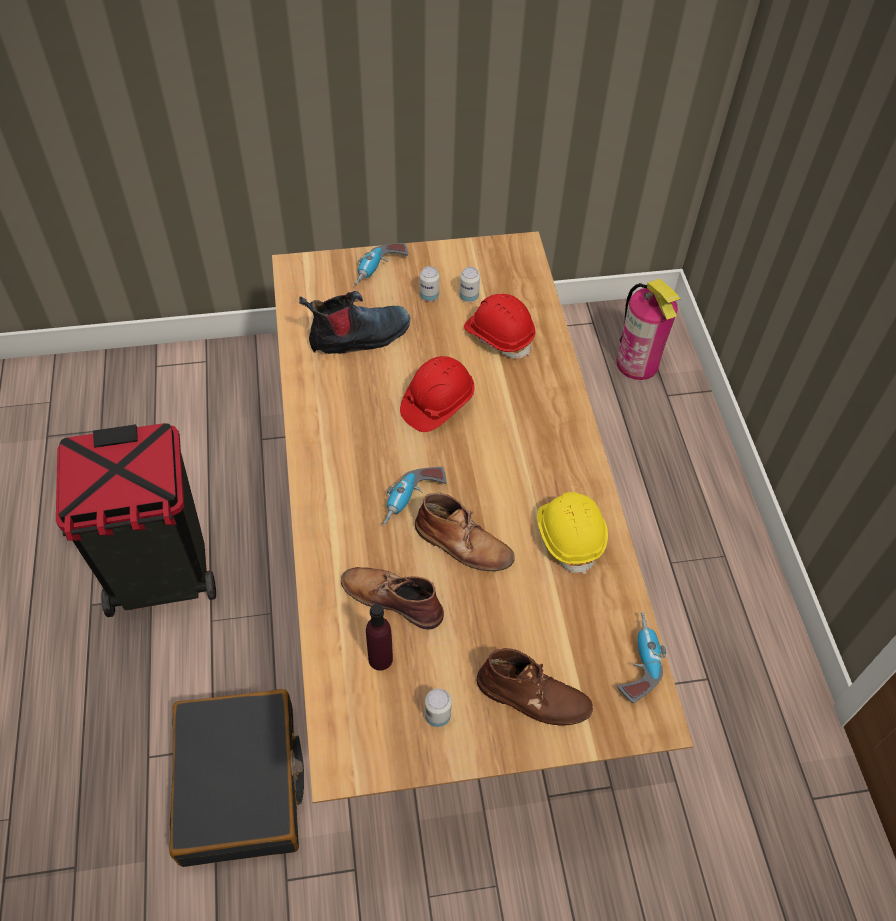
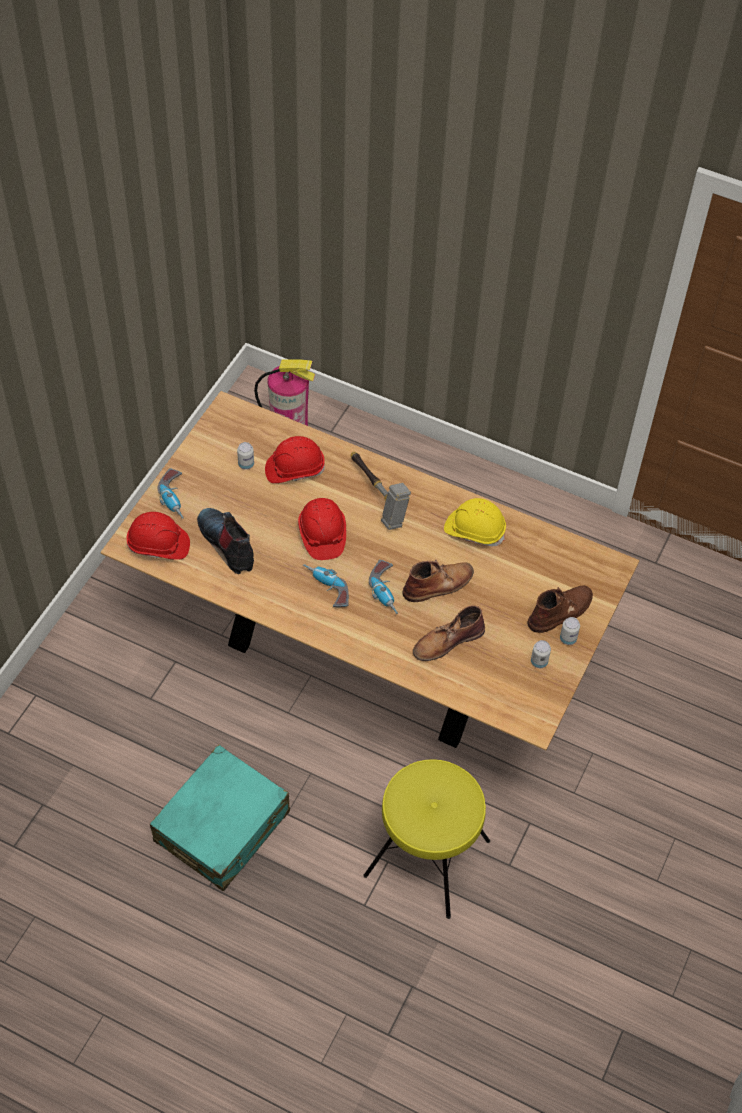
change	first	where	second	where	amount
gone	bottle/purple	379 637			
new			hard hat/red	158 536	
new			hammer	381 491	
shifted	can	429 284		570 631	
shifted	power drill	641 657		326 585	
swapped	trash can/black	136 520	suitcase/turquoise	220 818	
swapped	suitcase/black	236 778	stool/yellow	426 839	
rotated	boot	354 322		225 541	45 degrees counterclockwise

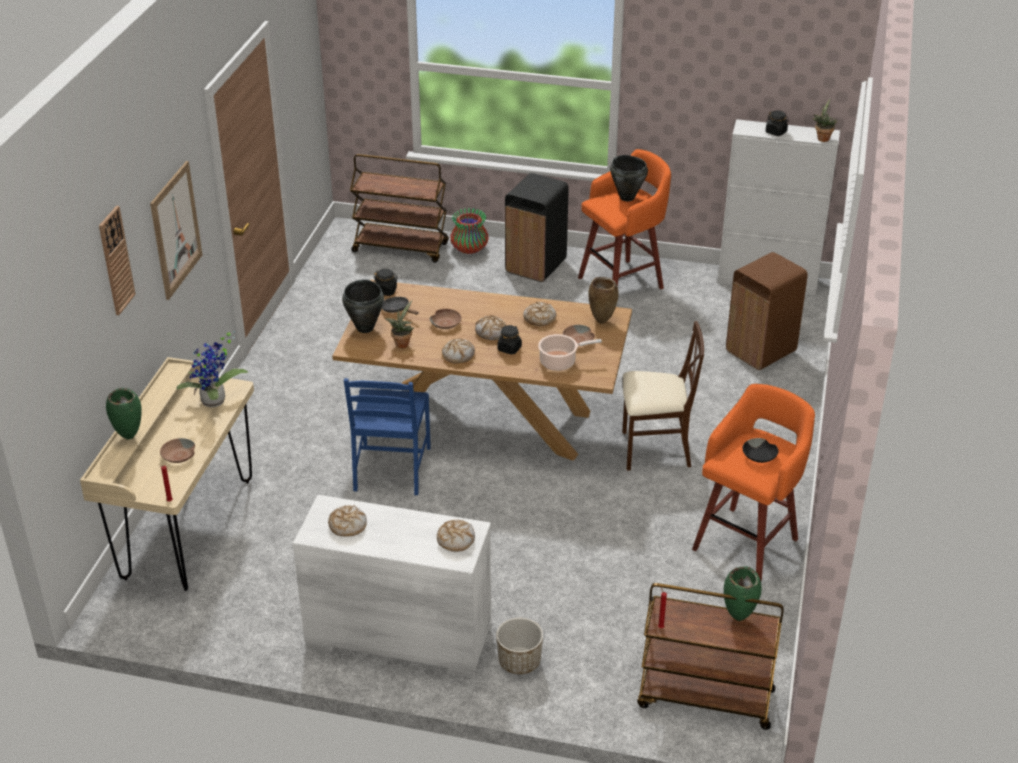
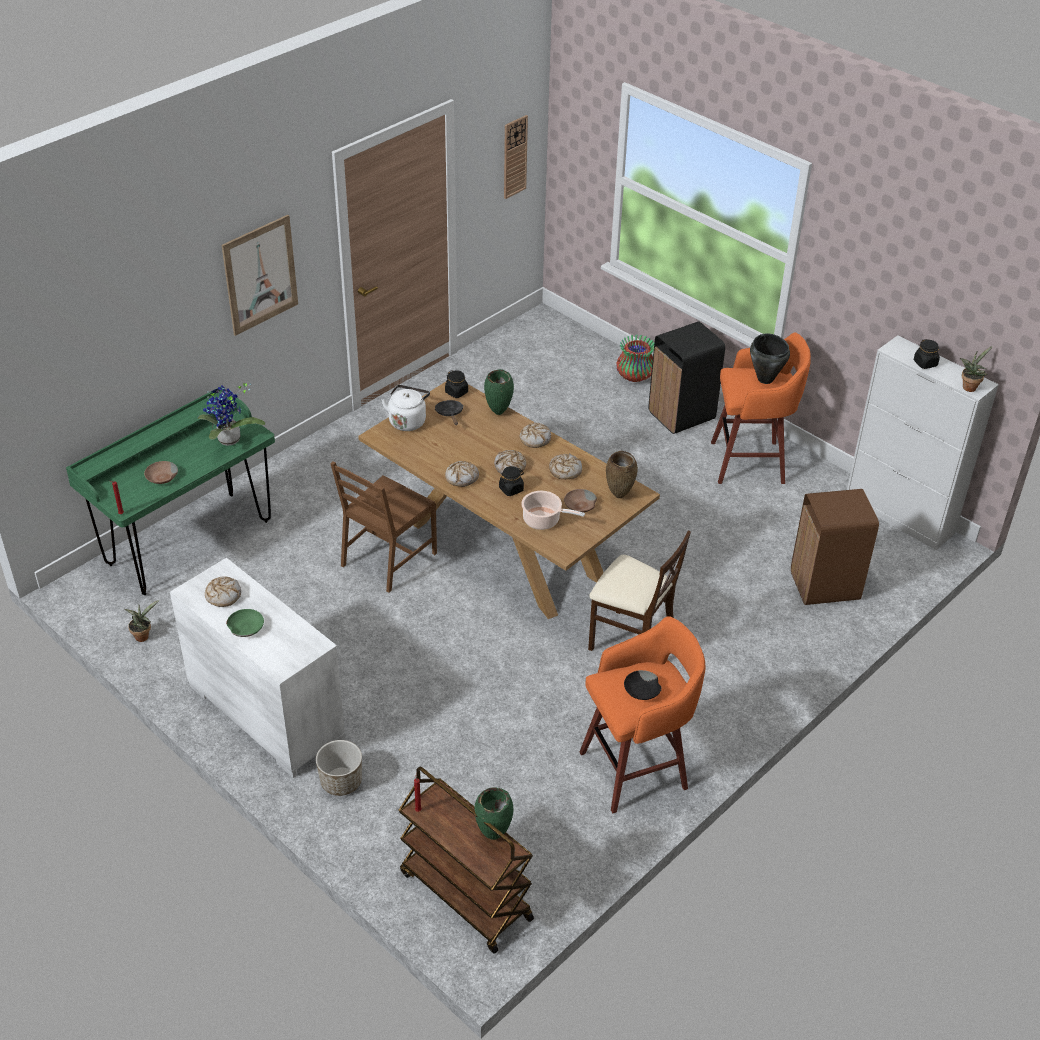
change	first	where	second	where	amount
gone	cart/brown	399 208			
gone	bowl/brown	446 319			
new			bowl/green	245 623	
shifted	wall clock	117 260		516 157	
shifted	vase/green	123 413		499 392	
shifted	potted plant	399 324		141 621	
shifted	bread	456 535		535 435	
swapped	cooking pot/black	363 306	kettle/white	405 408	
repainted	desk/beige	167 474	desk/green	170 490	
repainted	chair/blue	387 436	chair/brown	383 527	

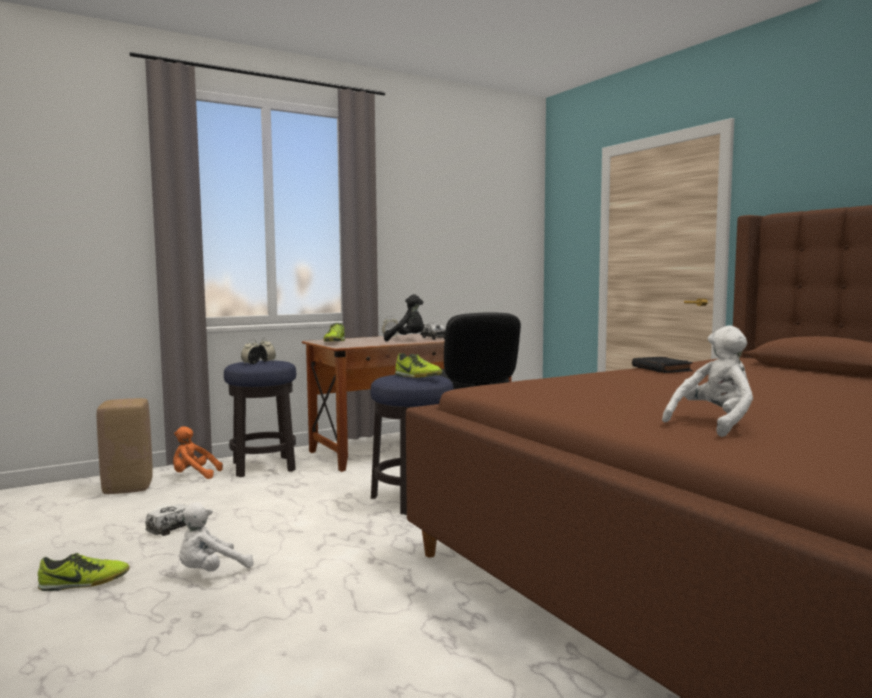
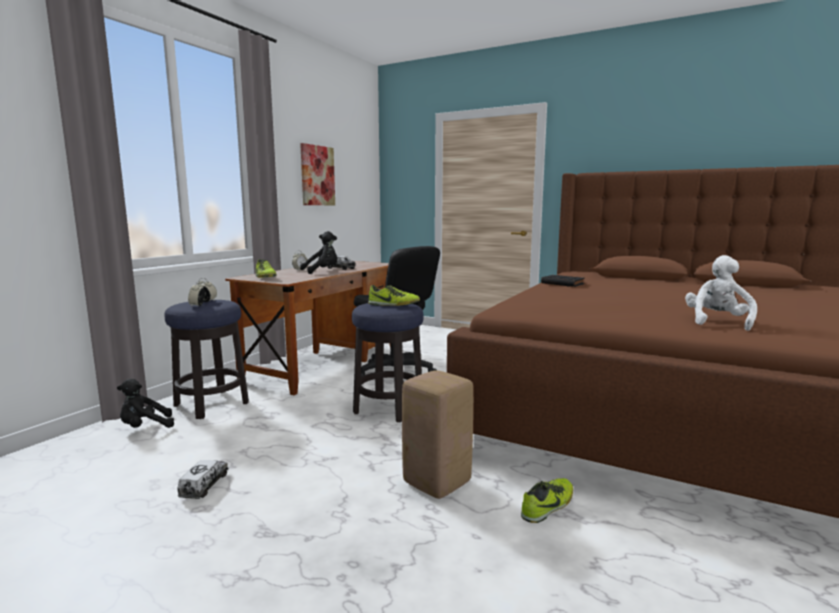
change	first	where	second	where	amount
gone	plush toy/white	215 537			
new			picture	317 174	
shifted	shoe	84 572		547 500	
shifted	stool/beige	125 446		437 434	
repainted	plush toy/orange	198 452	plush toy/black	145 403	

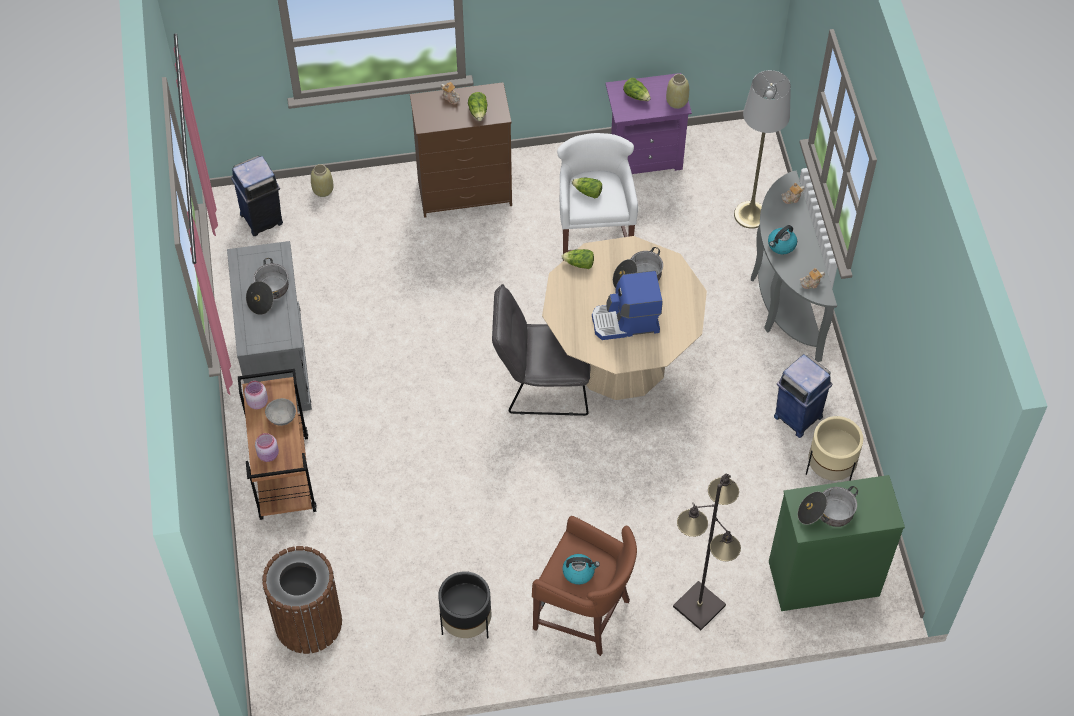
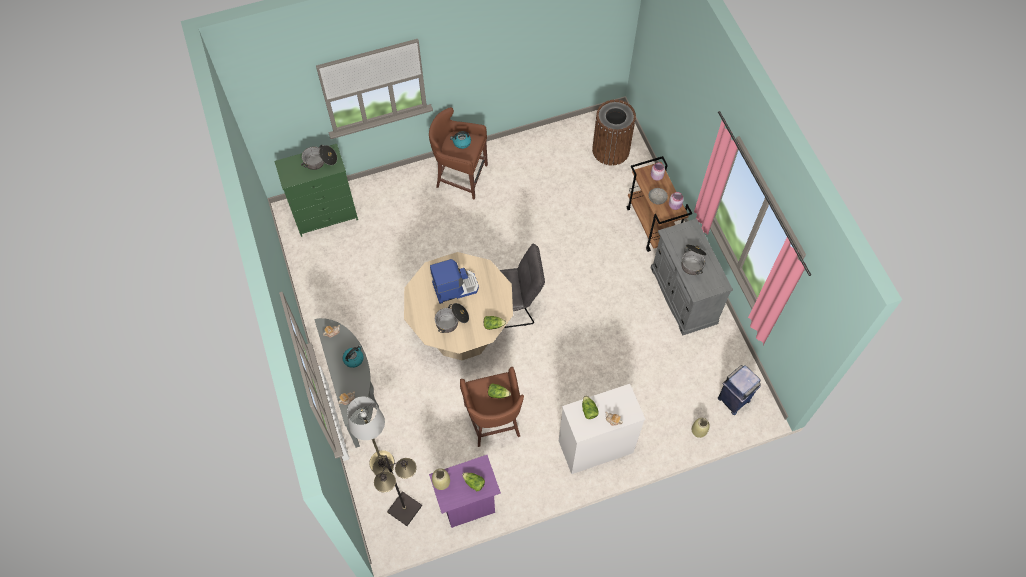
change	first	where	second	where	amount
gone	planter/black	464 604			
gone	trash can/blue	803 396			
gone	planter/beige	834 448			
shifted	floor lamp/black	707 551		397 490	
repainted	dresser/brown	461 150	dresser/white	602 429	
repainted	stool/white	597 197	stool/brown	492 407	

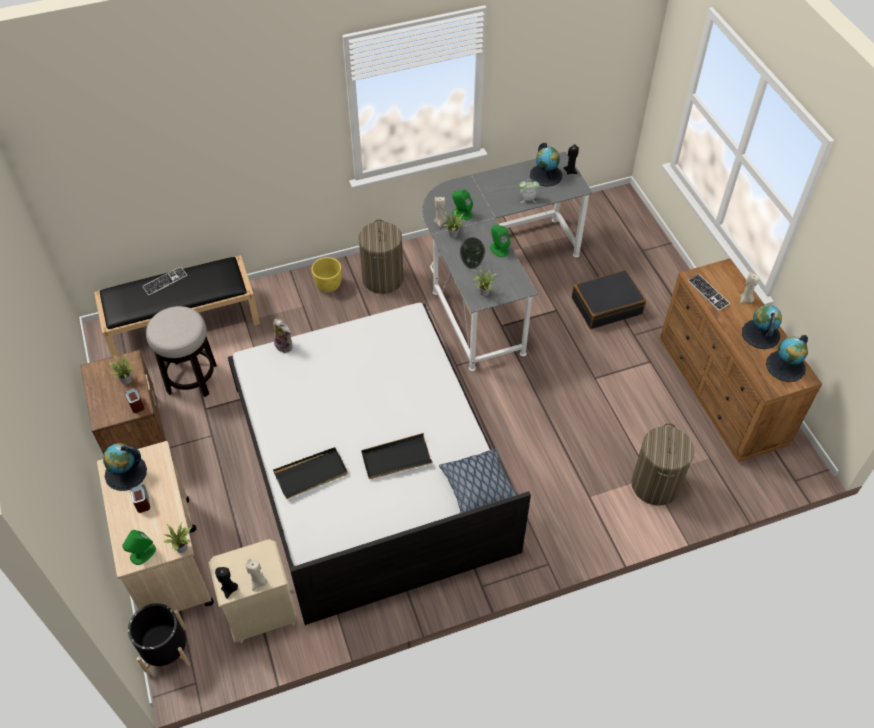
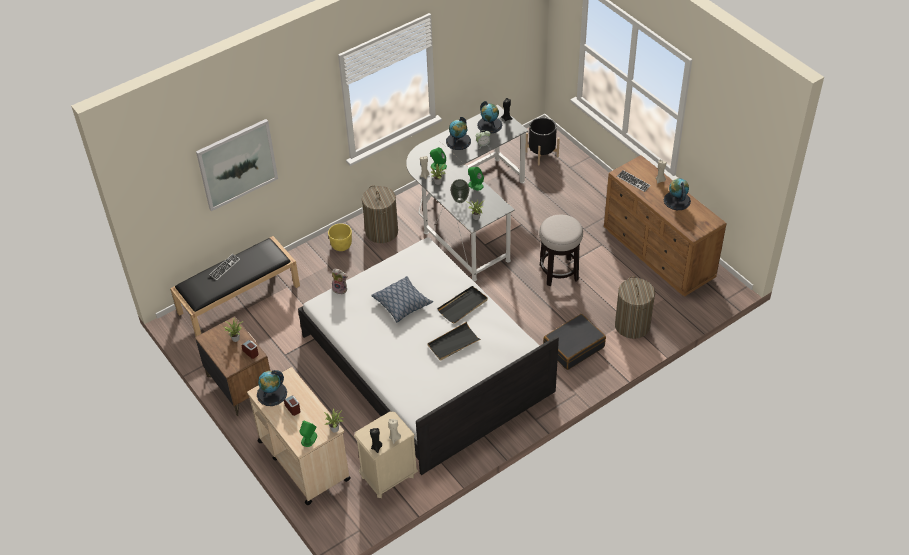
change	first	where	second	where	amount
new			picture	237 165	
shifted	planter/black	159 639		542 141	
shifted	stool	181 351		561 250	
shifted	tray/black	310 473		462 305	
shifted	pillow	479 480		402 299	
shifted	suitcase/black	609 299		574 342	
shifted	globe	787 358		458 133	

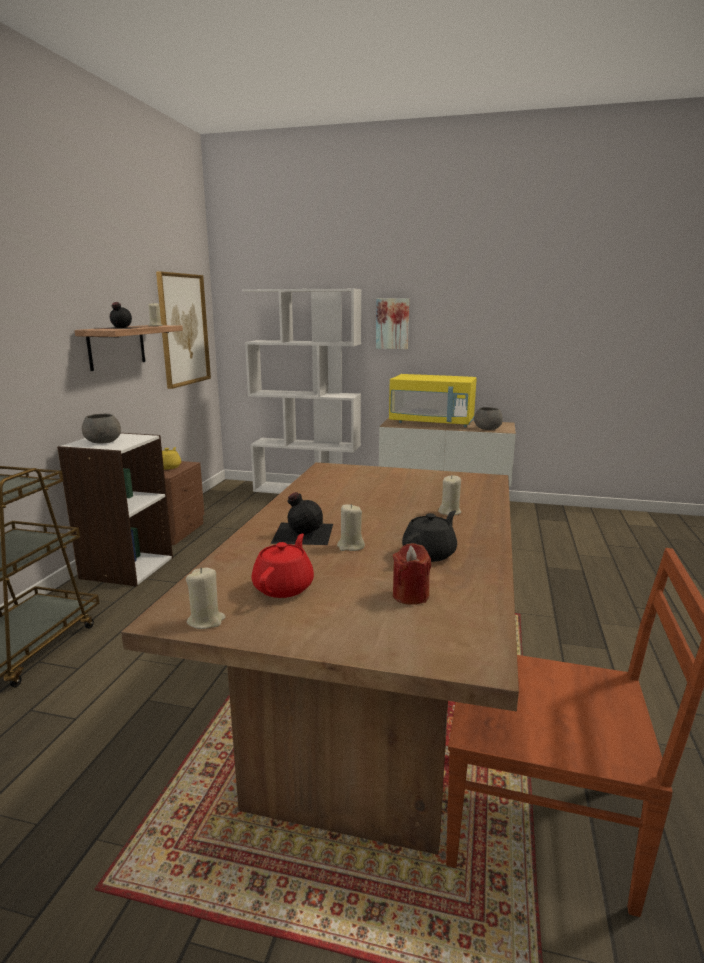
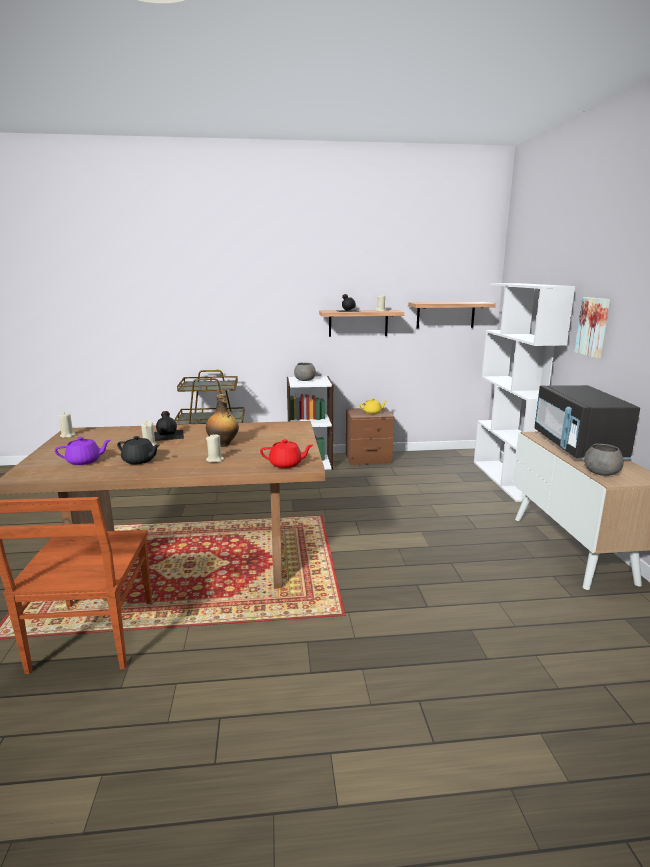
change	first	where	second	where	amount
new			bottle	222 420	
shifted	teapot/red	282 565		286 453	
swapped	picture	183 330	shelf	452 315	
swapped	candle/red	412 574	teapot/purple	83 451	
repainted	microwave/yellow	433 400	microwave/black	587 422	

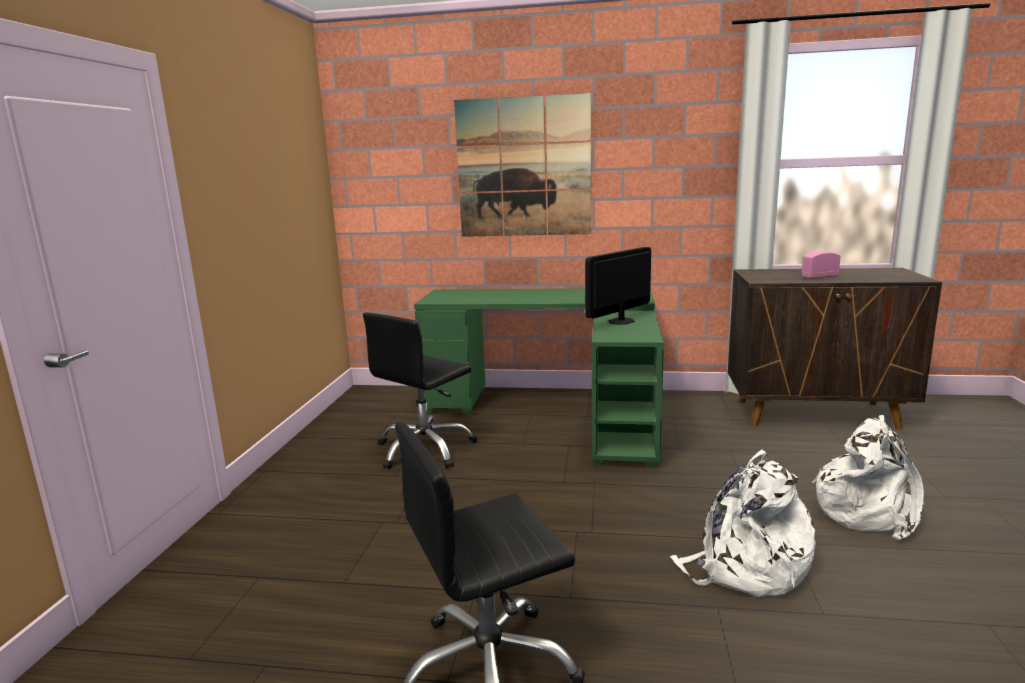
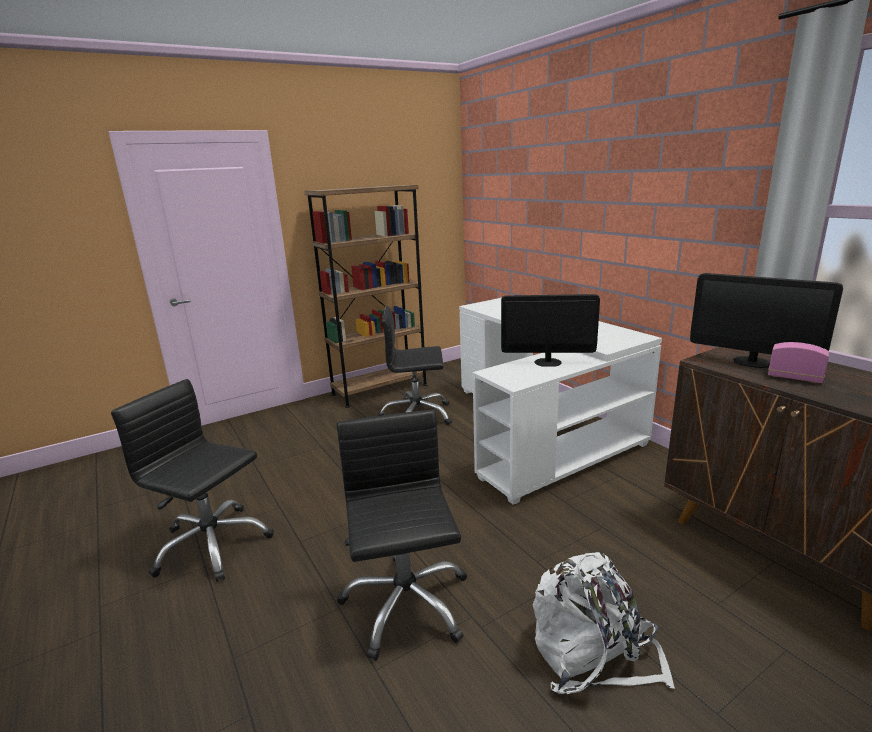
change	first	where	second	where	amount
gone	picture	522 165			
new			bookcase/brown	366 296	
new			monitor	766 320	
swapped	backpack/white	743 524	office chair/black	401 535	
repainted	desk/green	539 378	desk/white	560 401	

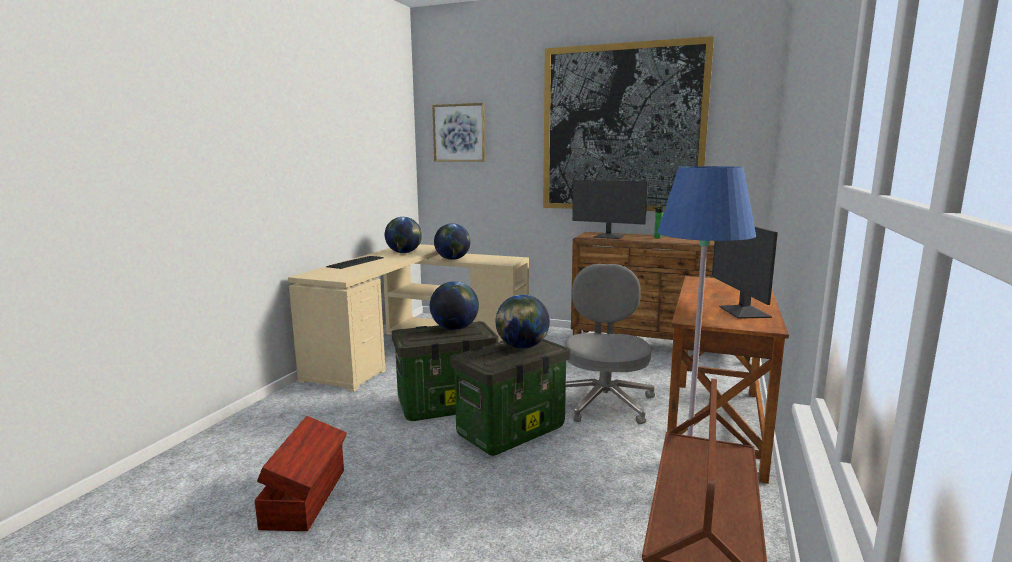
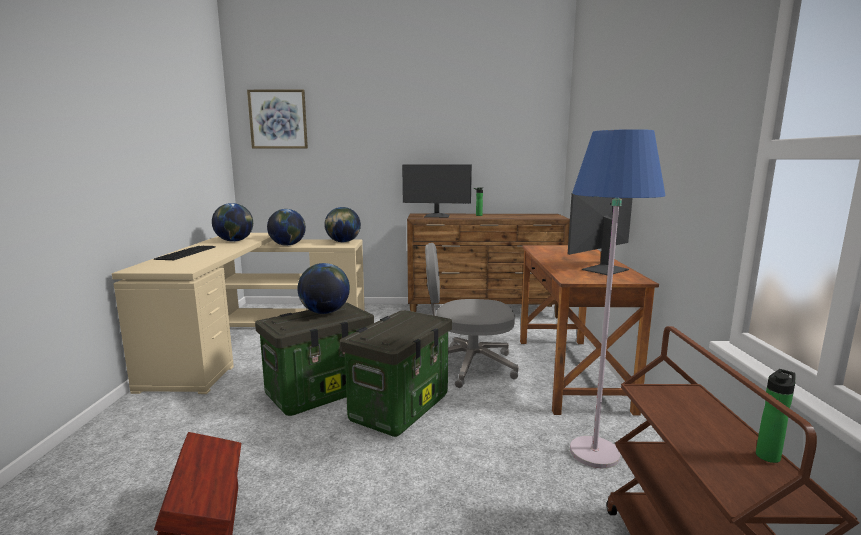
change	first	where	second	where	amount
gone	picture	628 123			
new			bottle	776 416	
shifted	globe	523 322		343 224	
rotated	office chair/grey	610 344		472 315	75 degrees counterclockwise
rotated	monitor	745 272		600 234	75 degrees clockwise

